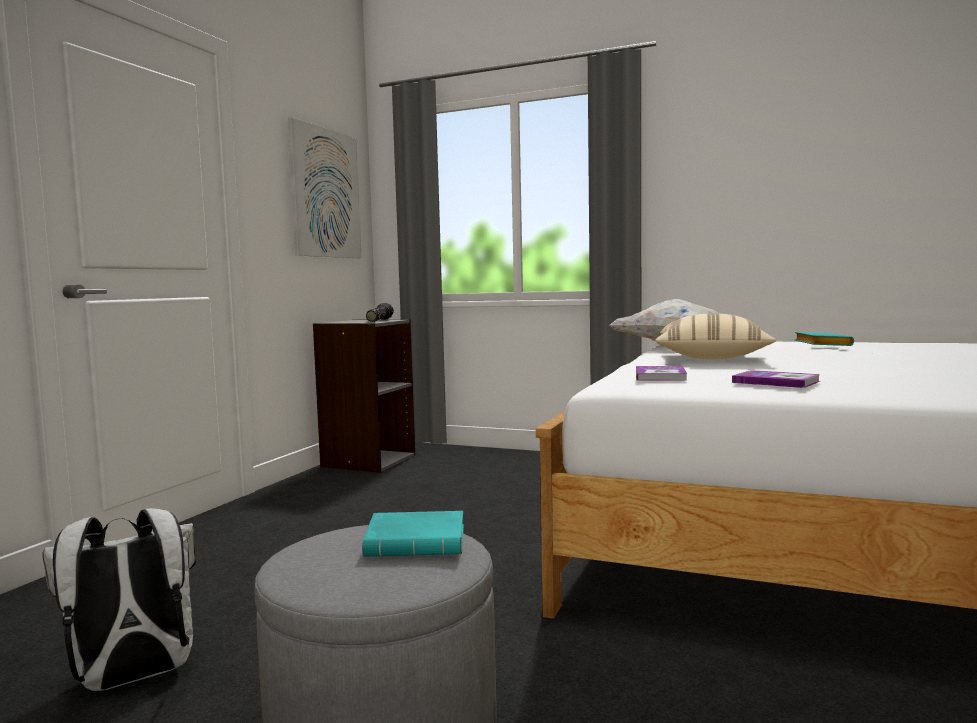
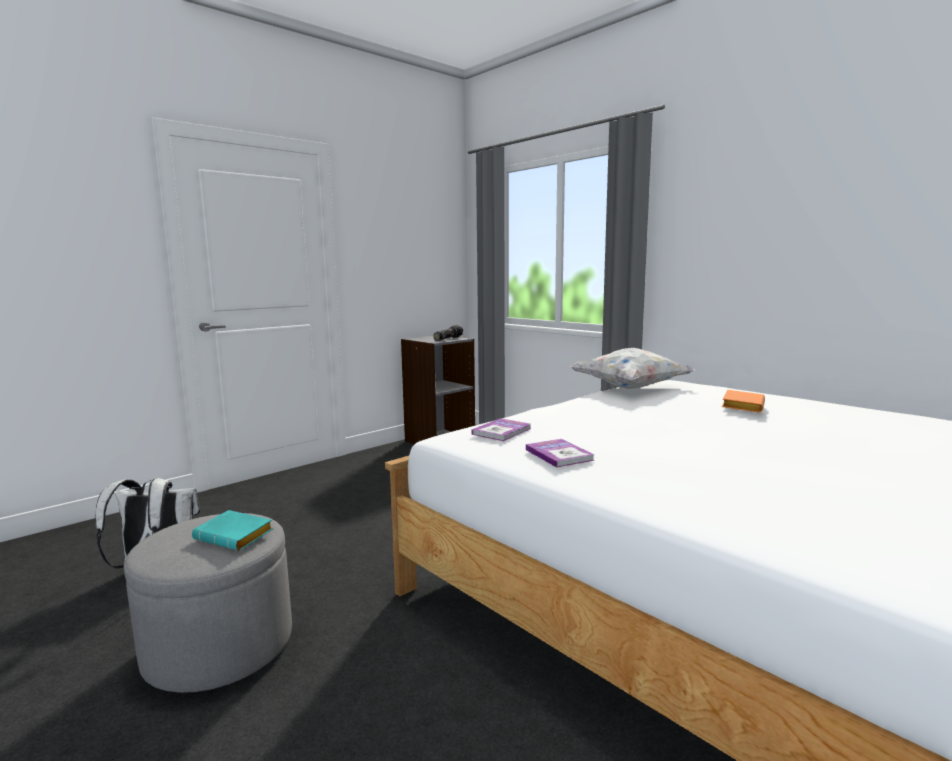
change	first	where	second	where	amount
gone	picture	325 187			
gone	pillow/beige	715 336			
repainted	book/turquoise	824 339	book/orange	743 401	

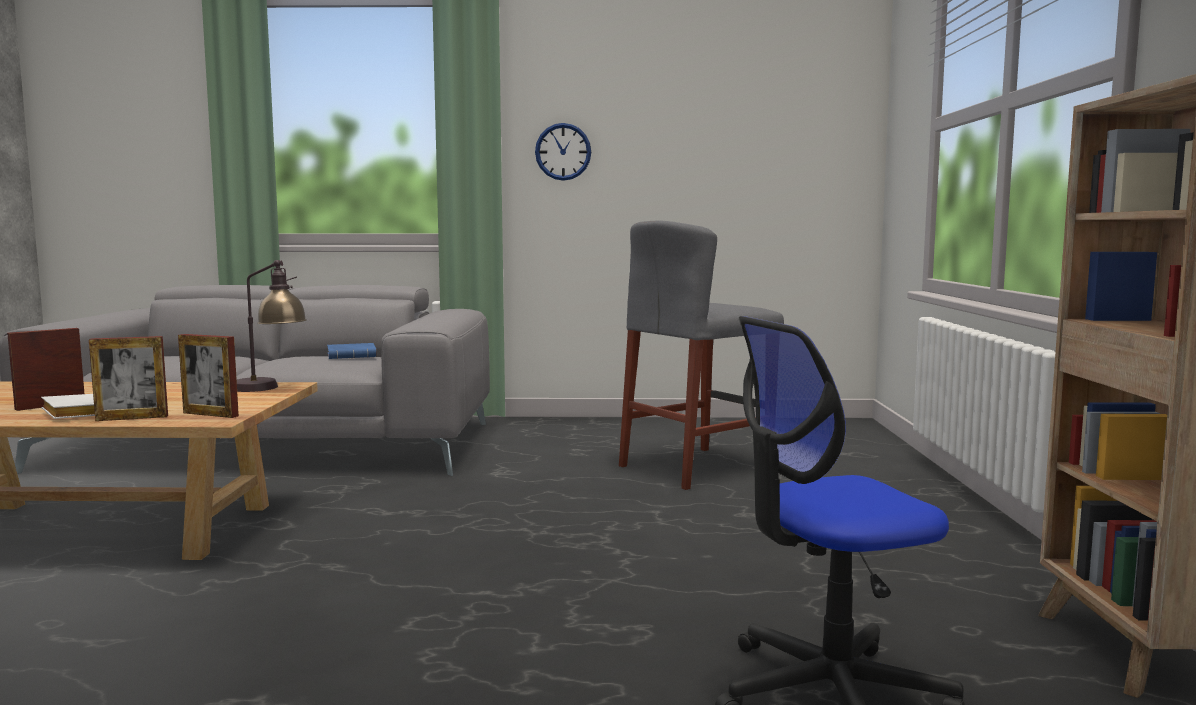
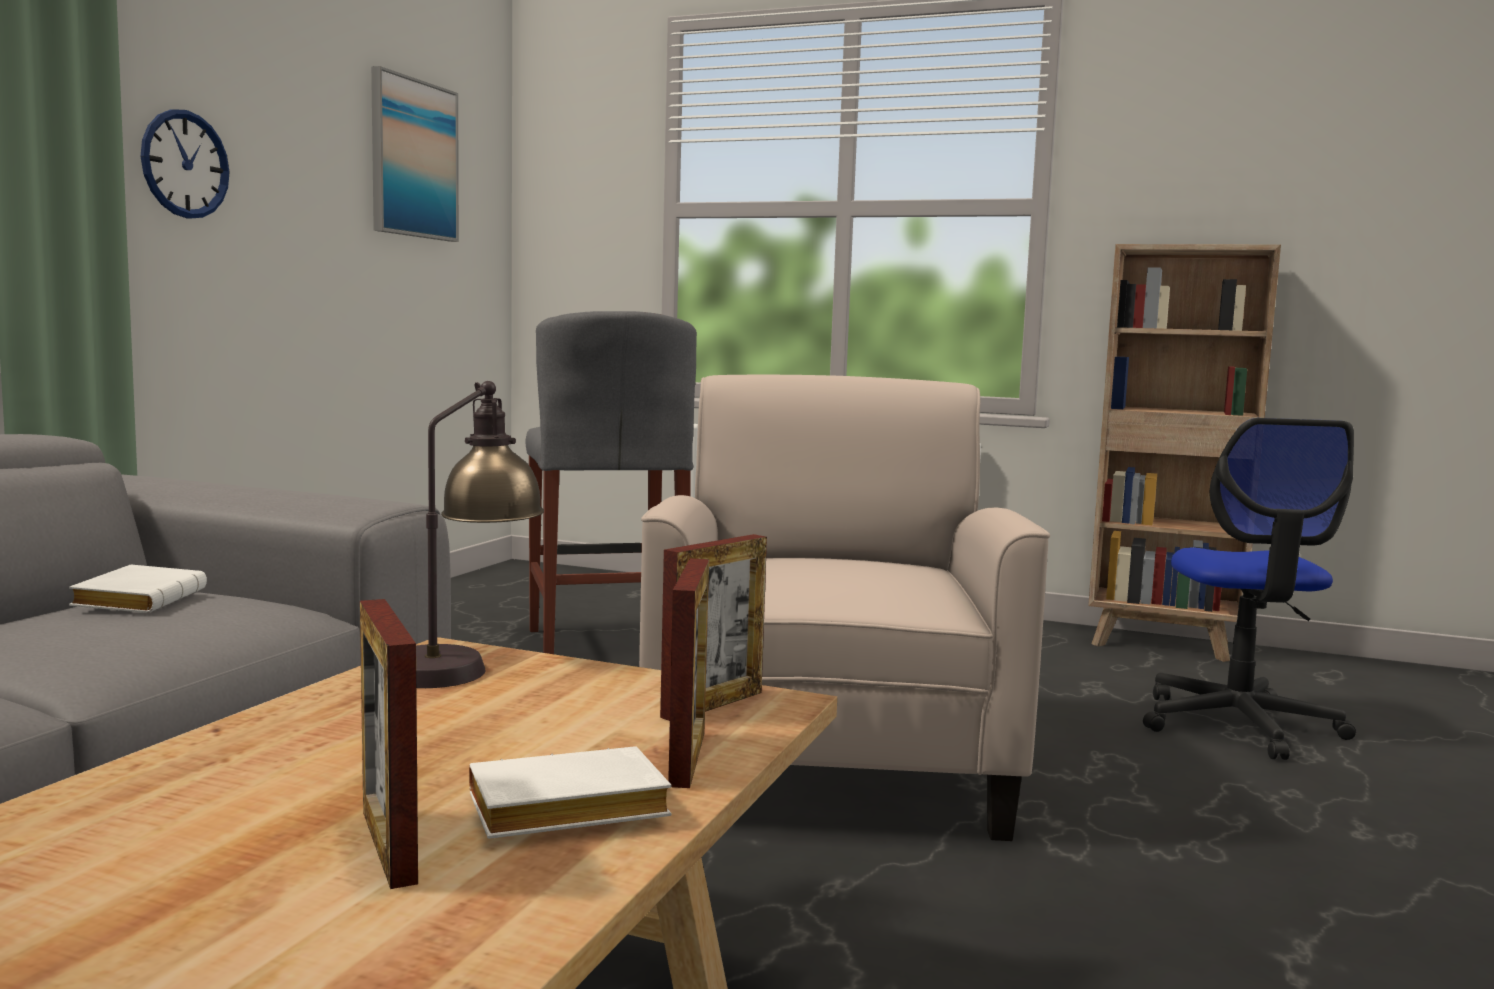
change	first	where	second	where	amount
new			picture	415 154	
new			armchair/beige	844 608	
repainted	book/blue	352 351	book/white	138 589	

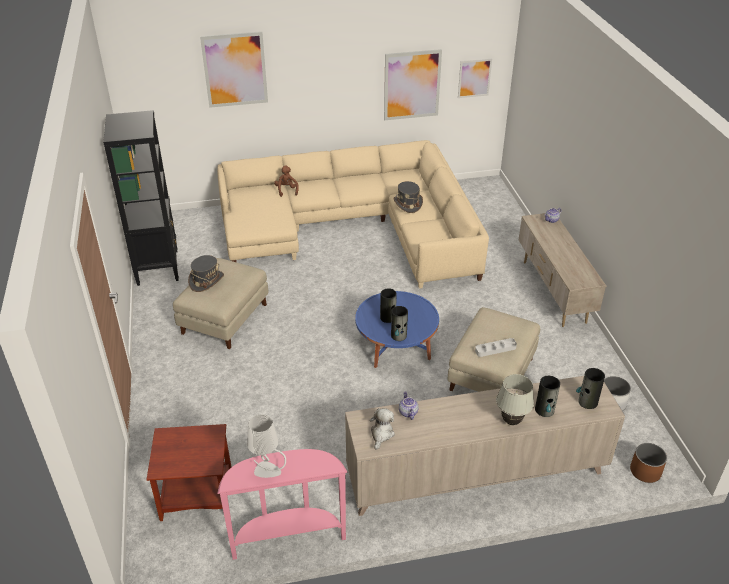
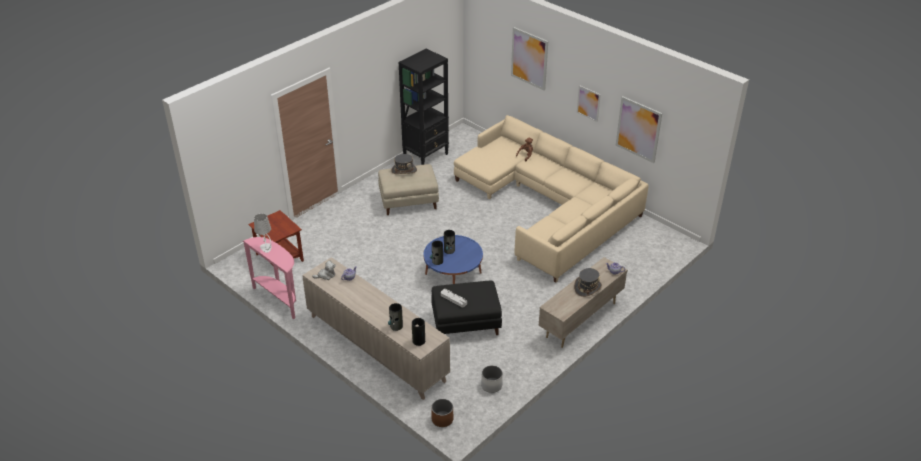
change	first	where	second	where	amount
gone	table lamp/white	515 399			
shifted	hat/grey	408 197		588 282	
shifted	picture	475 78		589 103	
repainted	ottoman/beige	494 349	ottoman/black	466 308	

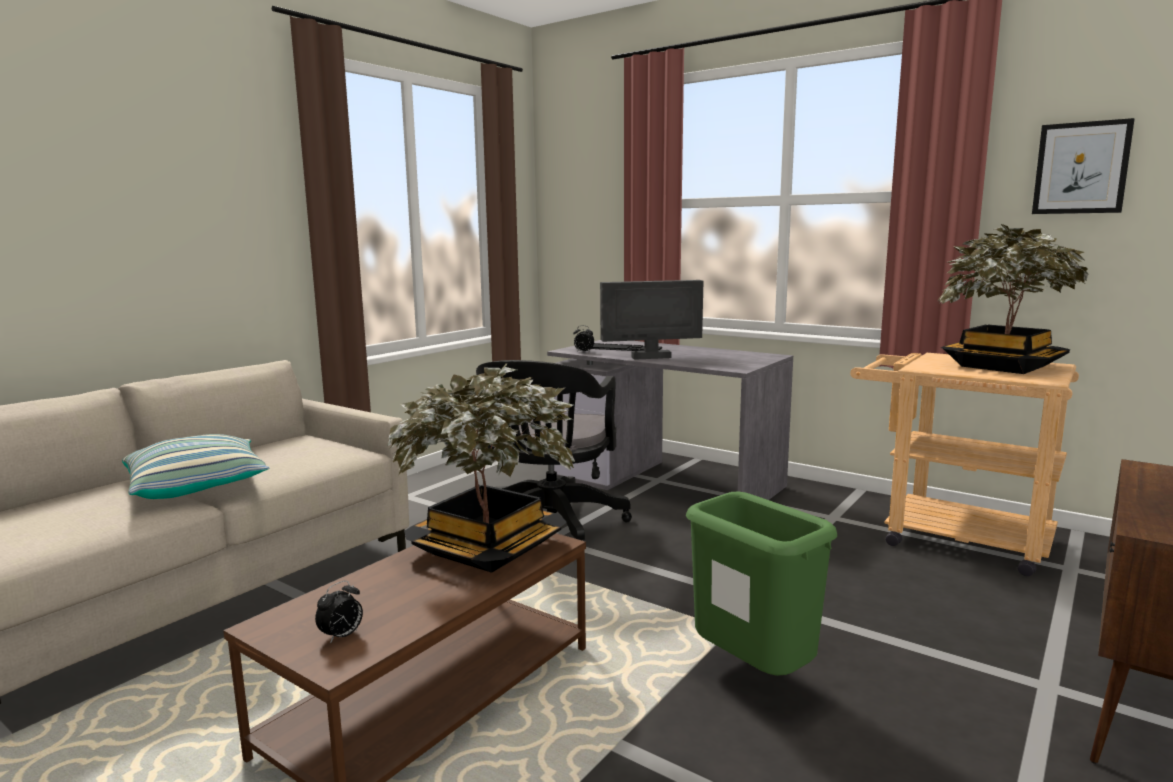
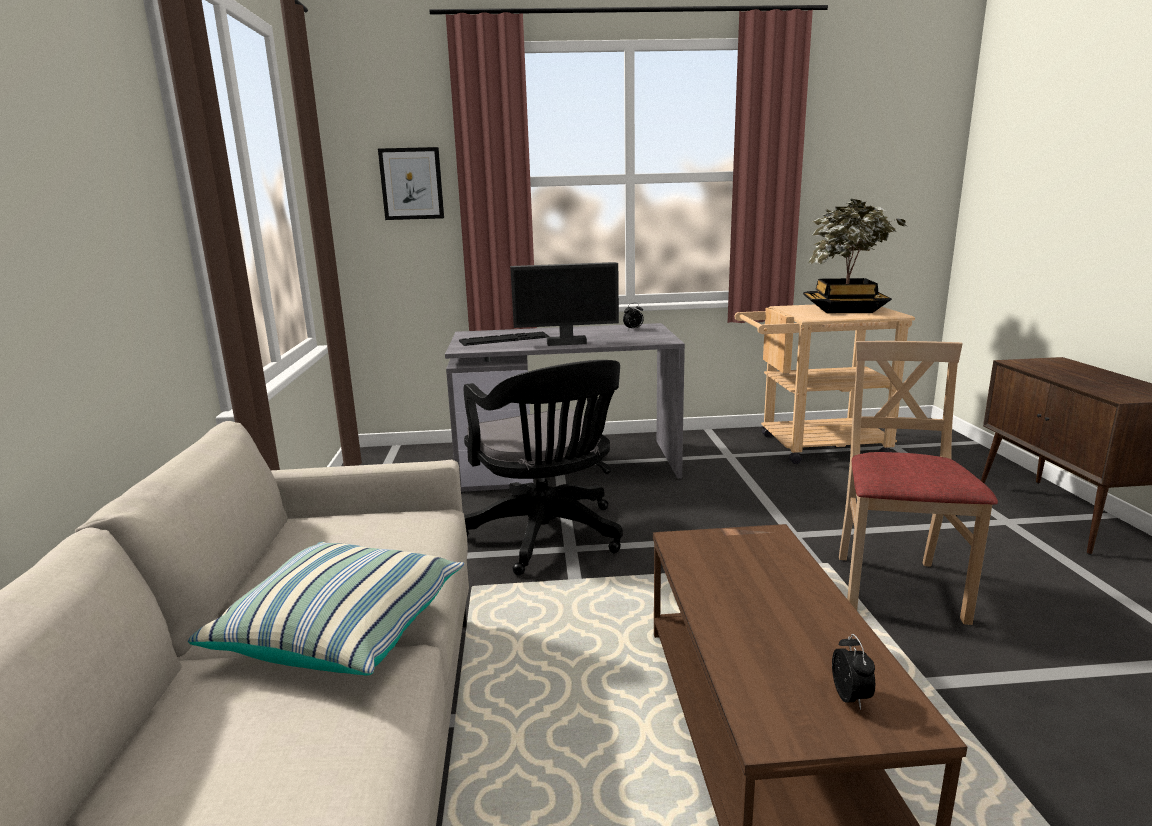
change	first	where	second	where	amount
gone	potted plant	481 468			
shifted	alarm clock	583 338		633 316	
shifted	picture	1083 166		411 183	
swapped	trash can/green	761 584	chair/beige	918 483	
rotated	monitor	651 320		564 304	135 degrees counterclockwise

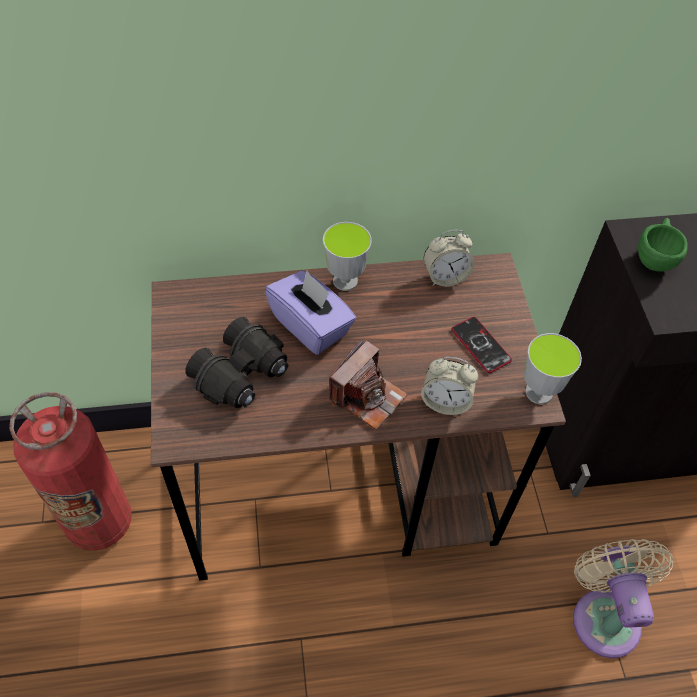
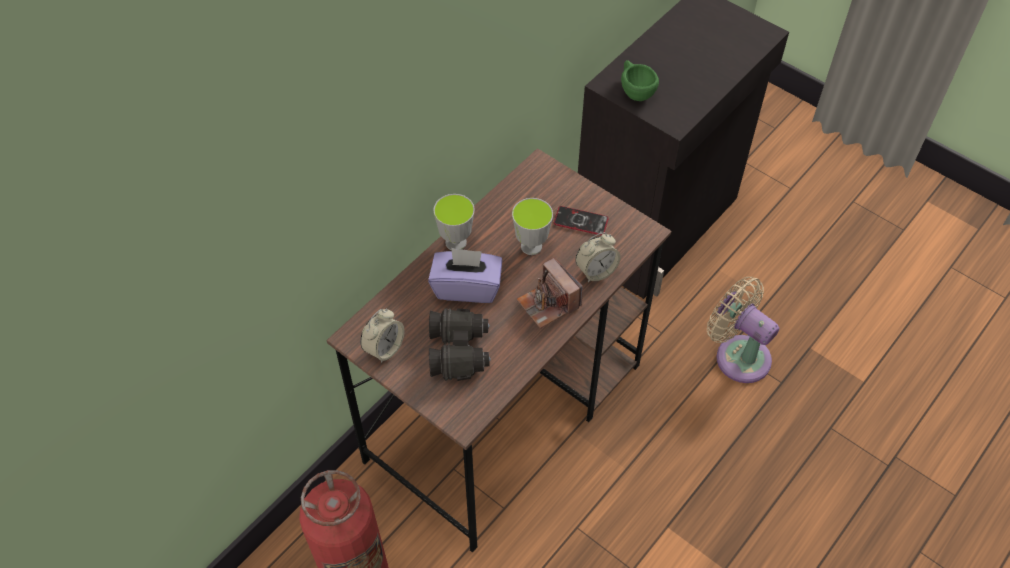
change	first	where	second	where	amount
shifted	alarm clock	449 258		382 336	
shifted	cup	553 368		532 226	
rotated	photo camera	368 384		550 293	150 degrees clockwise

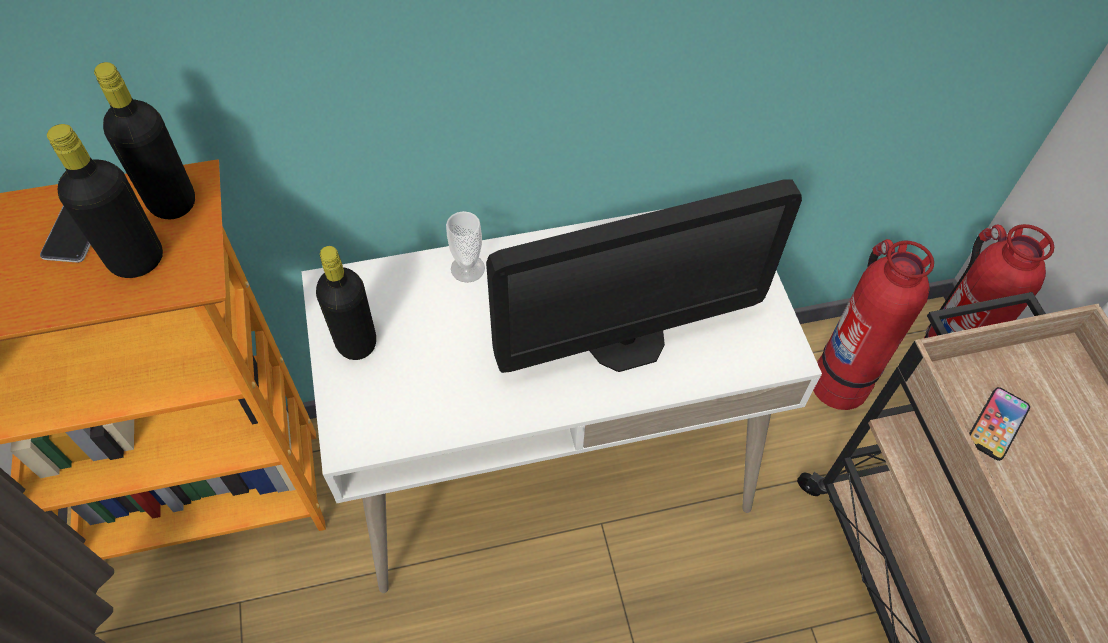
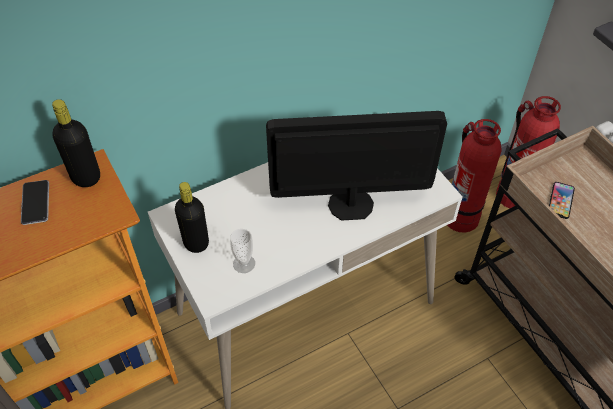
change	first	where	second	where	amount
gone	bottle/black	105 201			
shifted	cup	465 247		242 251	
rotated	monitor	644 276		356 166	150 degrees counterclockwise

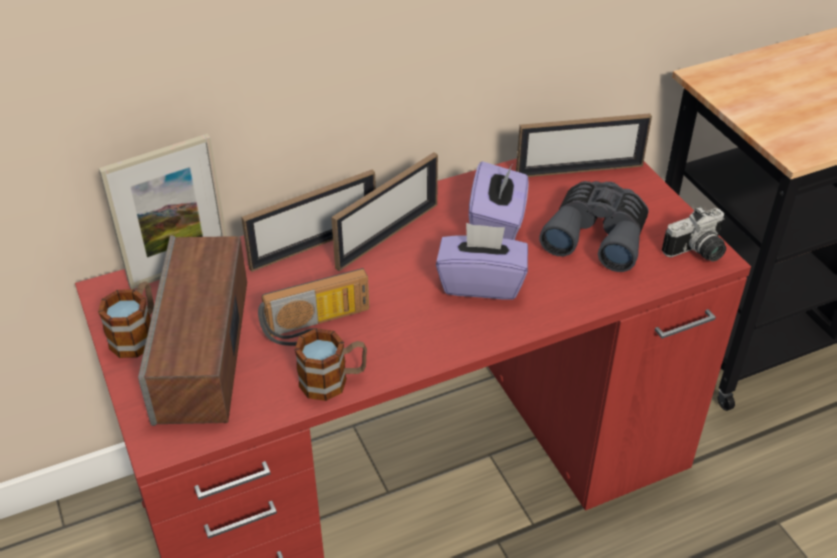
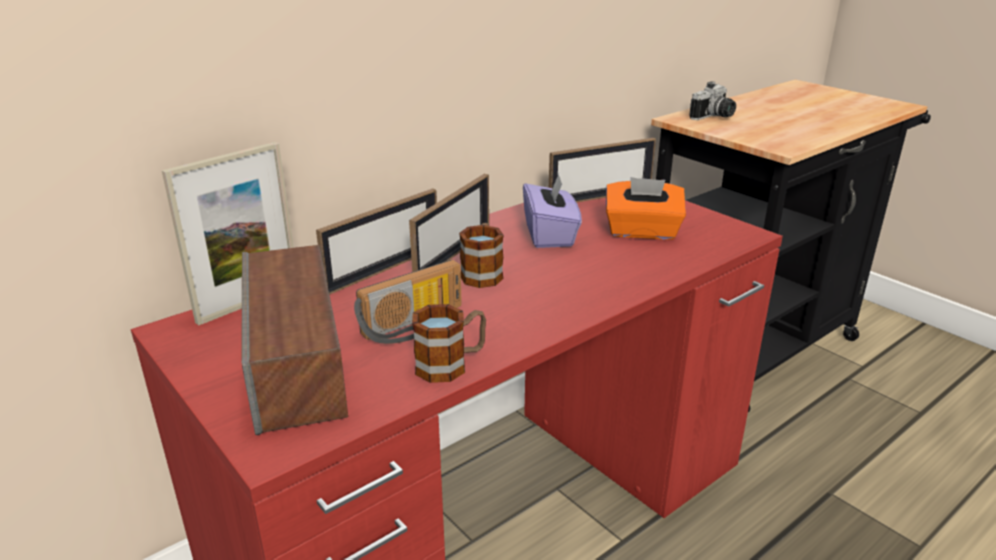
change	first	where	second	where	amount
gone	tissue box/purple	482 261			
shifted	mug	126 319		481 255	
shifted	photo camera	694 233		712 100	
swapped	binoculars/grey	594 226	tissue box/orange	646 208	

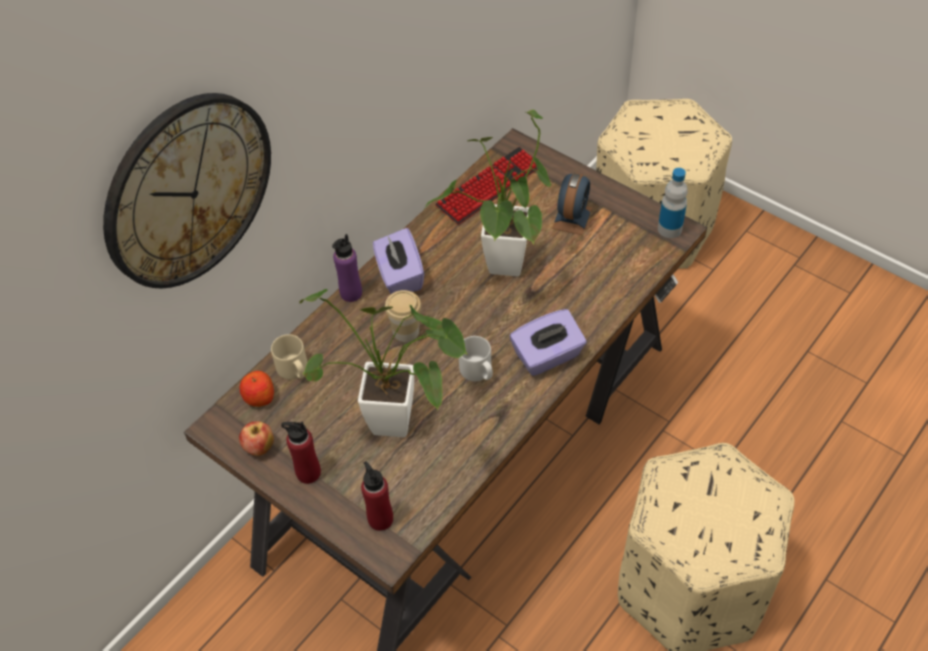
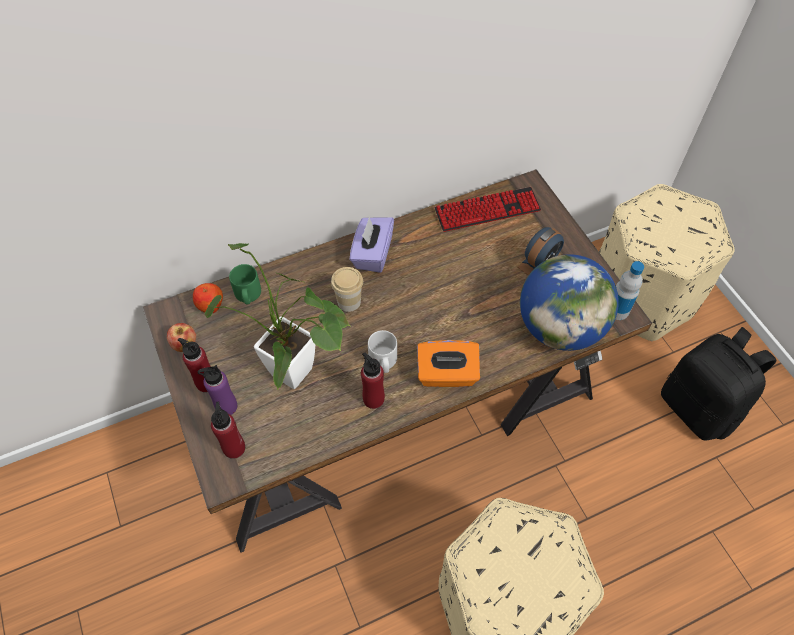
change	first	where	second	where	amount
gone	wall clock	187 190			
gone	potted plant	487 192			
new			bottle/red	373 380	
new			globe	569 302	
new			backpack/black	719 383	
shifted	bottle/purple	347 268		217 390	
repainted	mug/beige	289 357	mug/green	245 284	
repainted	tissue box/purple	548 342	tissue box/orange	448 363	

